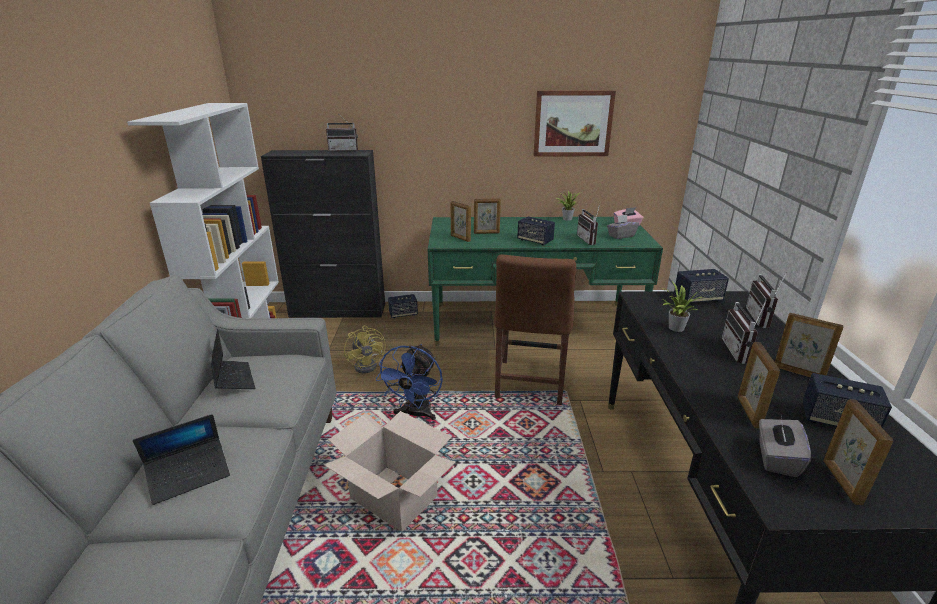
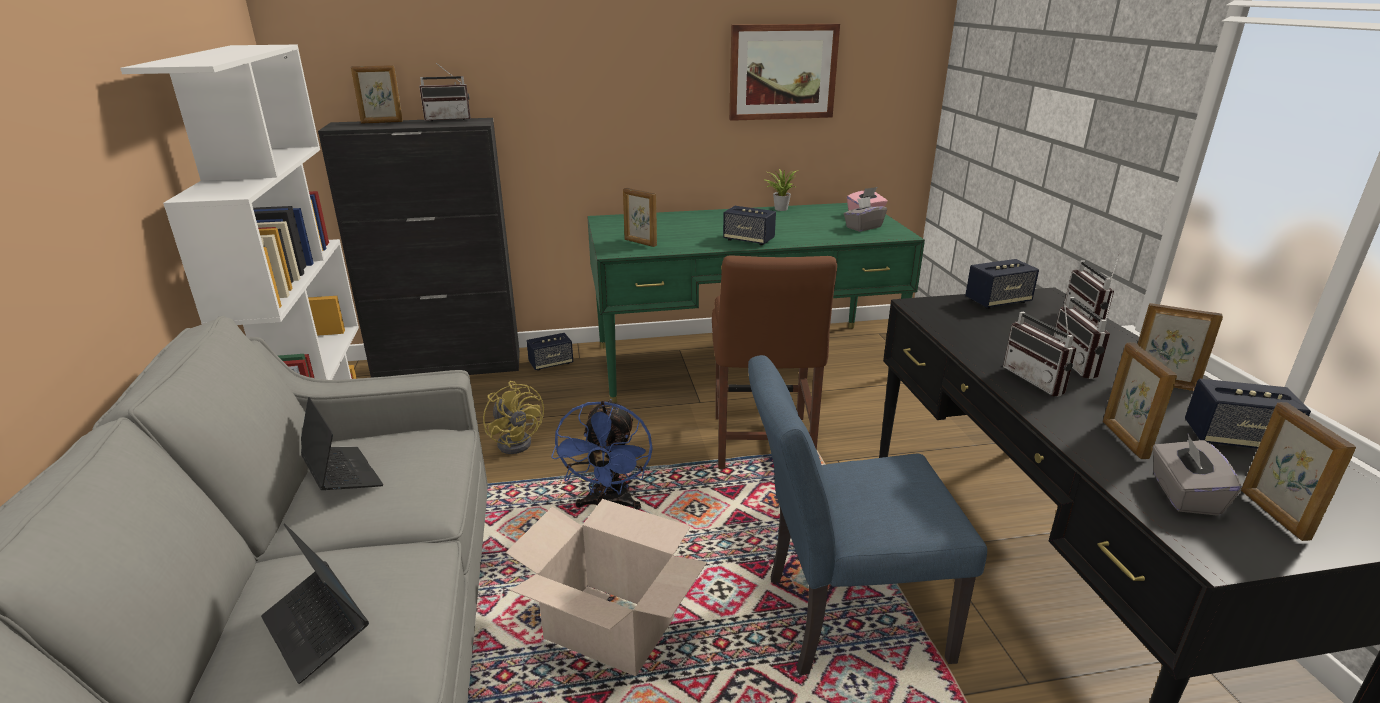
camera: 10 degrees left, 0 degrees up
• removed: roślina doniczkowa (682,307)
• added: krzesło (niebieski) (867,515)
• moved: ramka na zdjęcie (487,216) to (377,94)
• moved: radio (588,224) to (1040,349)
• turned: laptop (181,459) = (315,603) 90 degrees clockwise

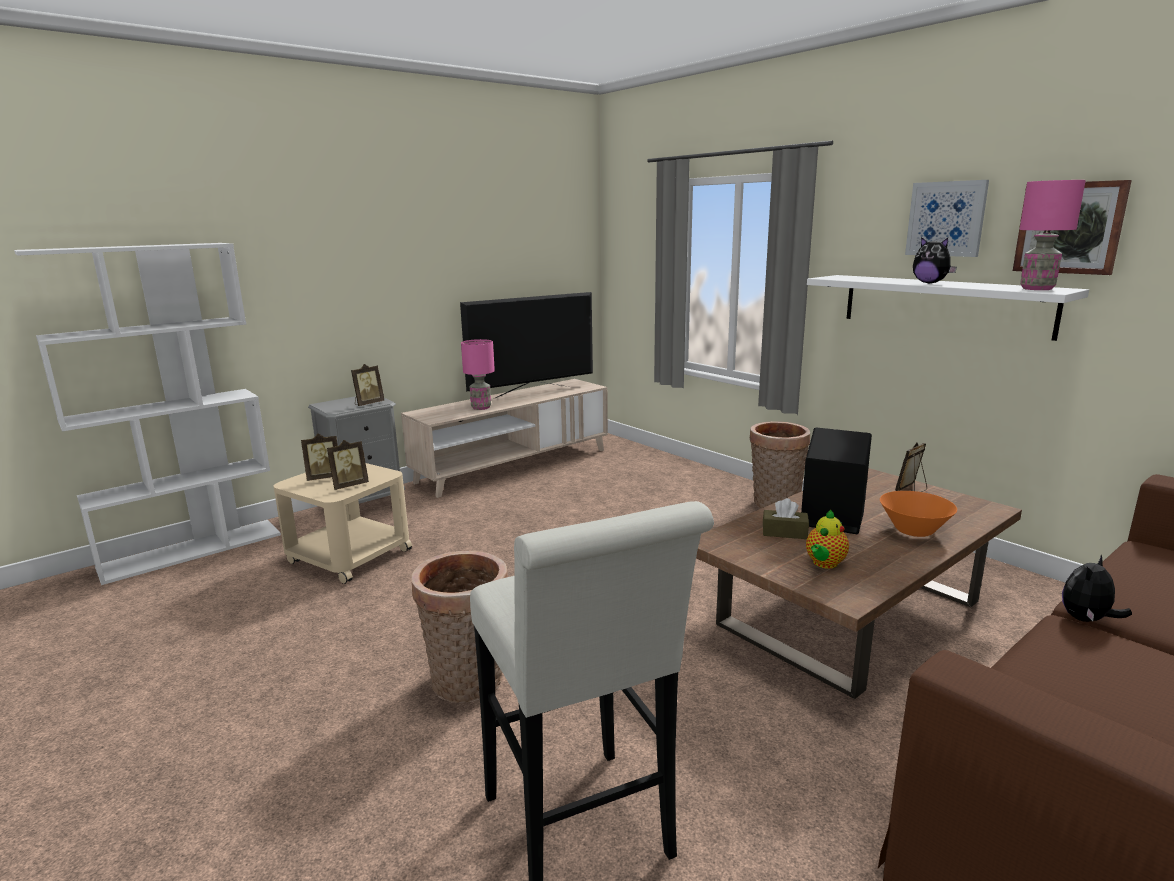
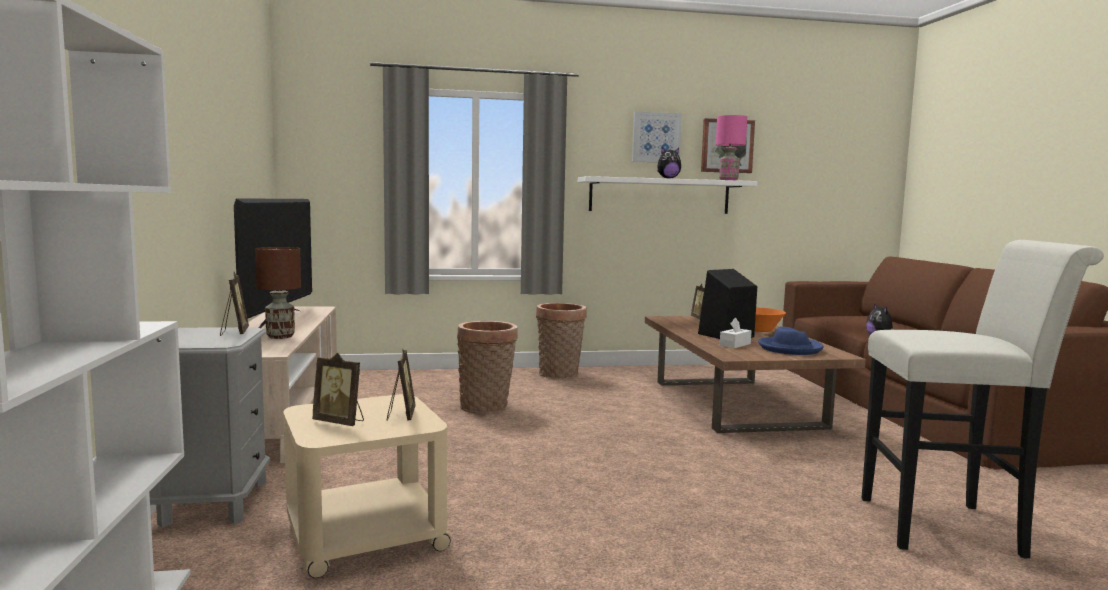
camera: 60 degrees left, 10 degrees down
• moved: koszyk (460,627) to (487,367)
• replaced: imbryk (827,539) to kapelusz (niebieski) (791,341)
• recoloured: lampa stołowa (różowy) (478,374) to lampa stołowa (brązowy) (278,293)
• recoloured: pudełko chusteczek (brązowy) (786,518) to pudełko chusteczek (biały) (735,333)
• turned: ramka na zdjęcie (319,457) = (338,389) 105 degrees clockwise

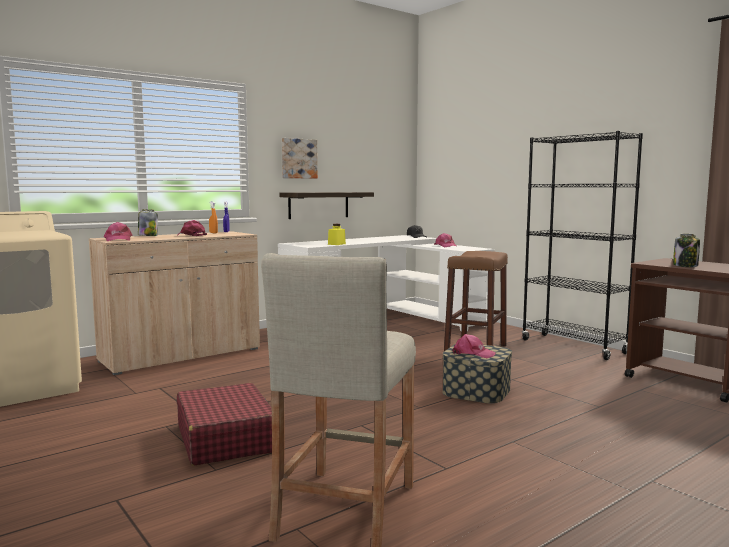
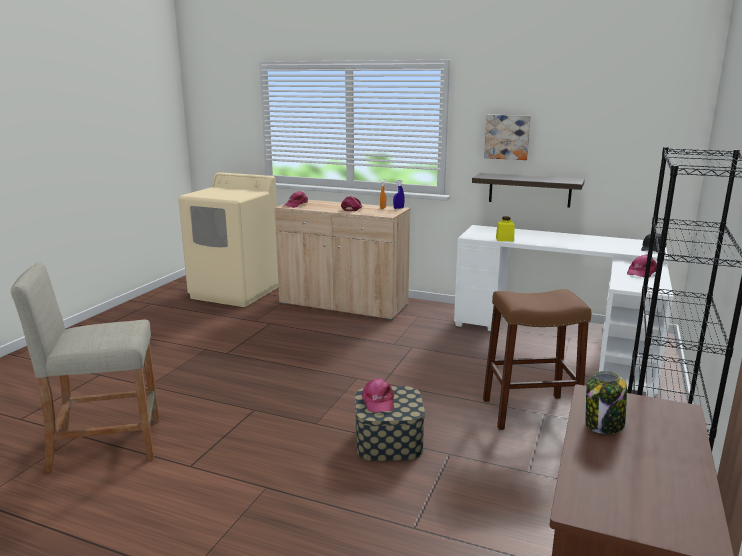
camera: 60 degrees right, 10 degrees up
• removed: słoik (148,222)
• removed: walizka (czerwony) (224,424)

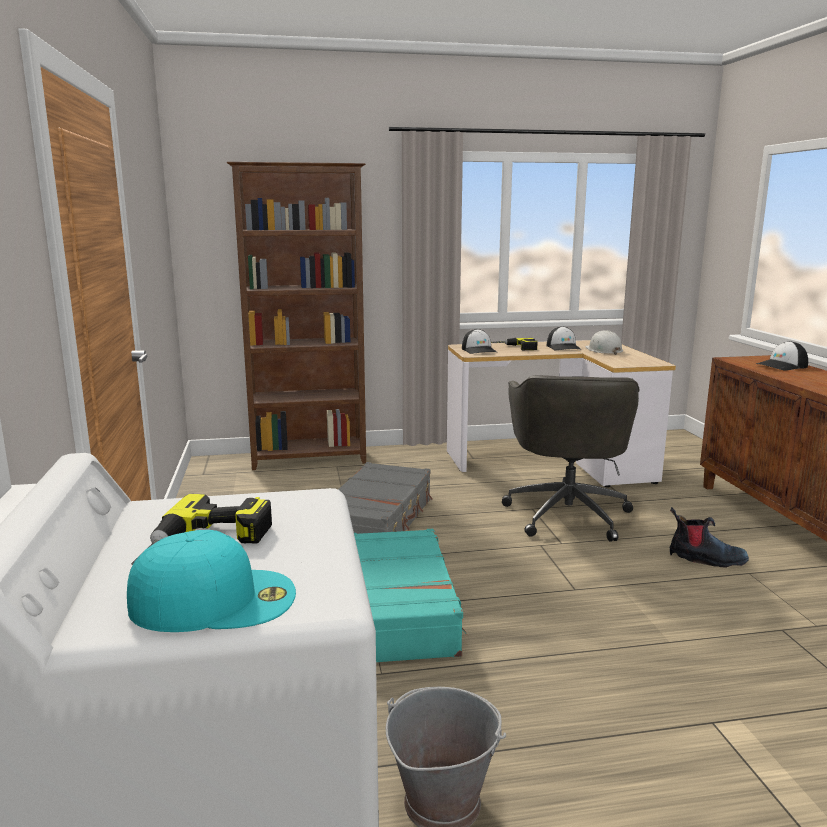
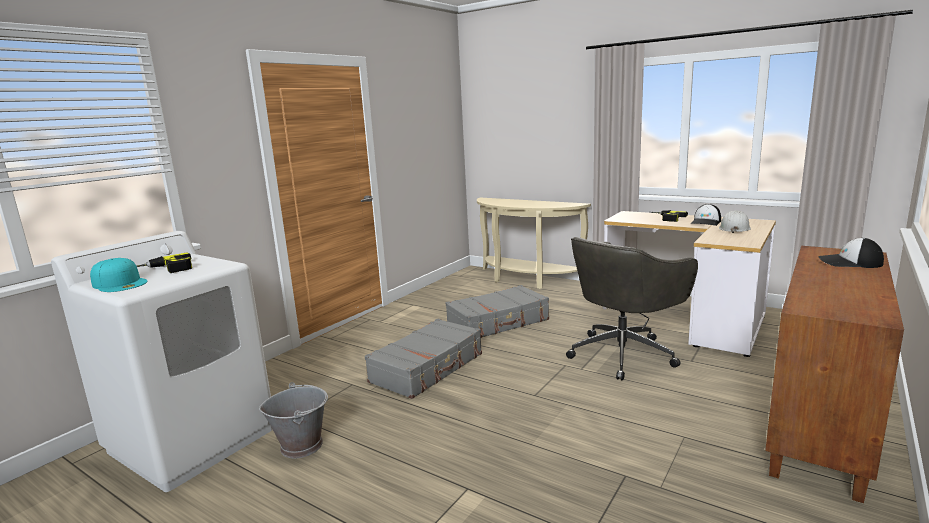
camera: 45 degrees right, 0 degrees up
• removed: czapka z daszkiem (479,341)
• removed: but z cholewką (709,537)
• replaced: regał (brązowy) (296,316) to stolik konsolowy (beżowy) (534,243)
• recoloured: walizka (turkusowy) (410,595) to walizka (szary) (423,359)

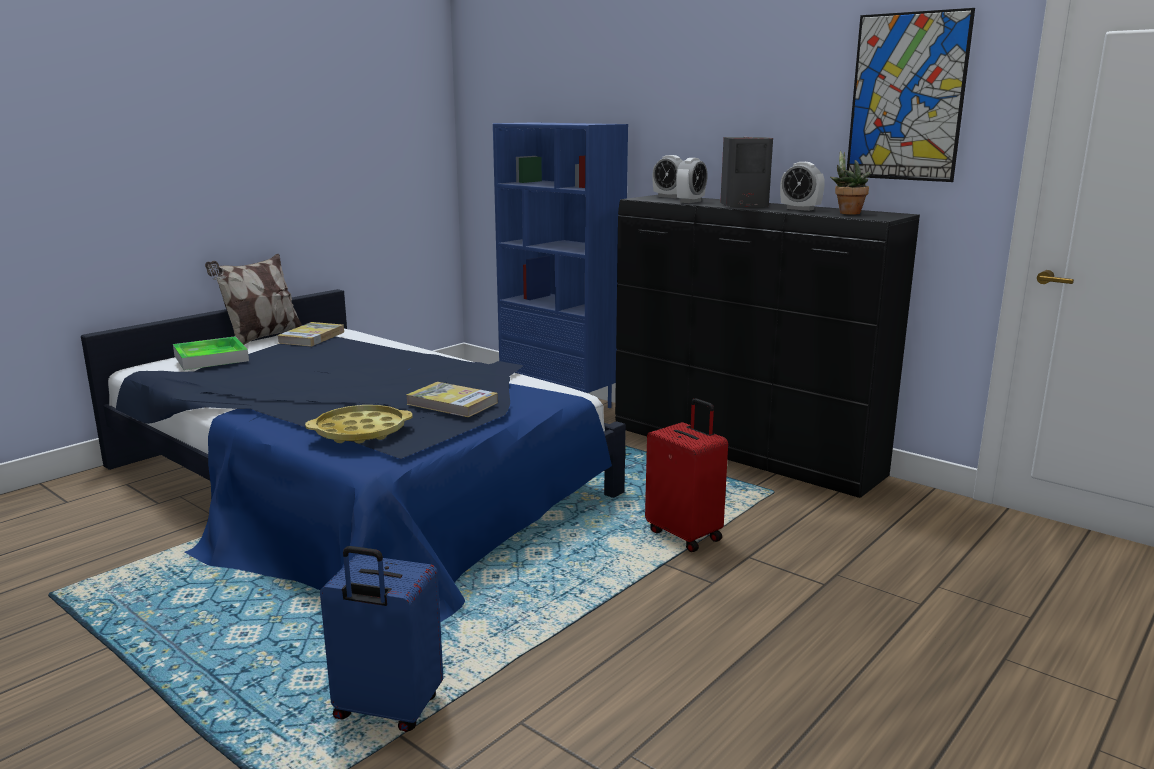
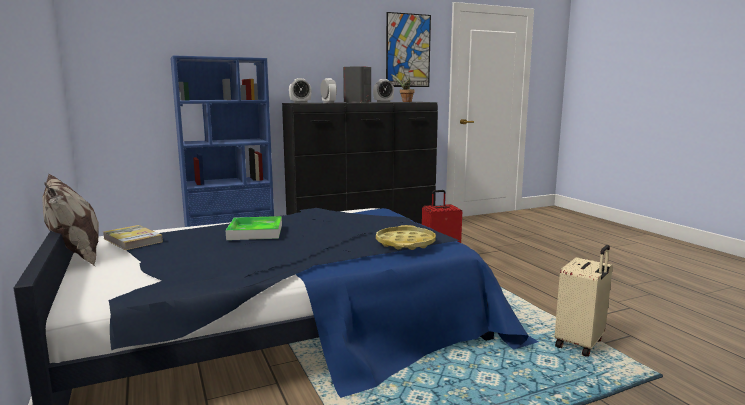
camera: 65 degrees left, 5 degrees down
• removed: książka (452,399)
• moved: taca (211,353) to (254,228)
• recoloured: walizka (niebieski) (381,639) to walizka (beżowy) (584,301)

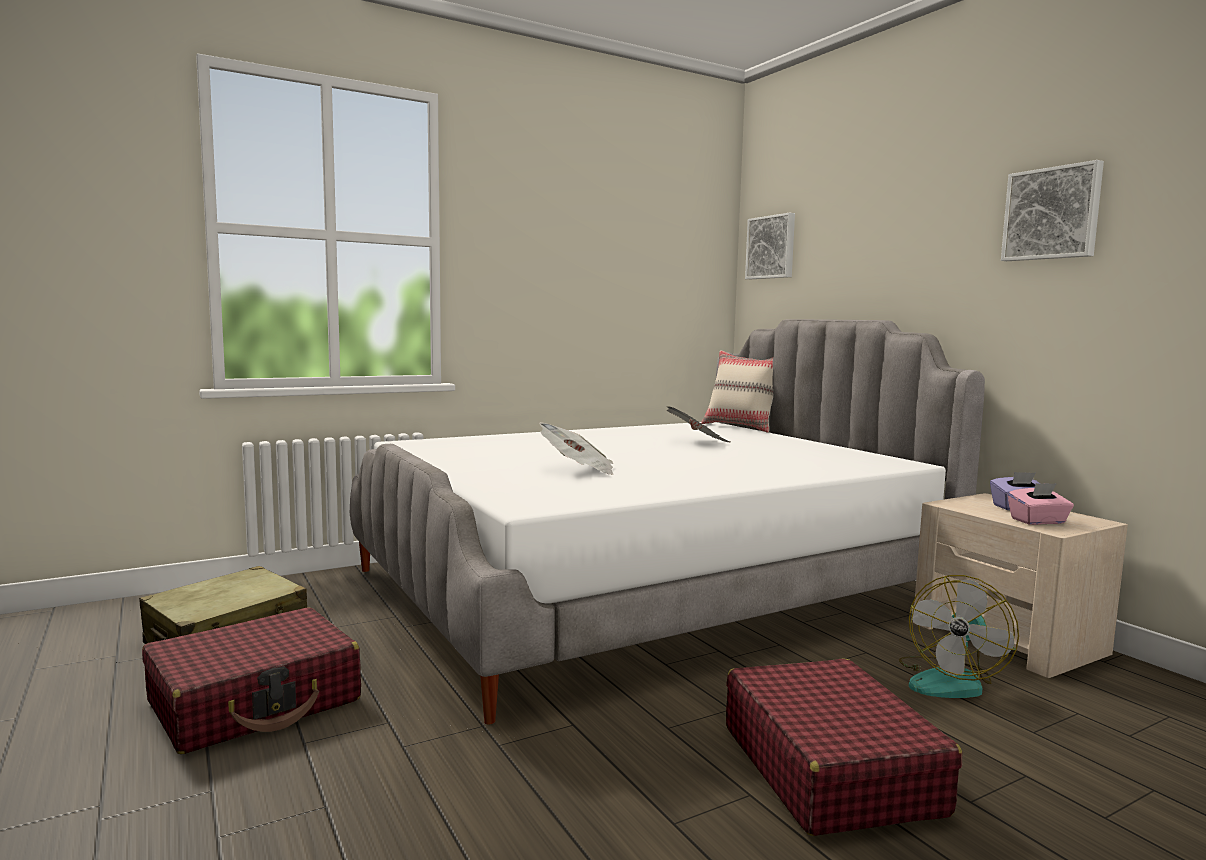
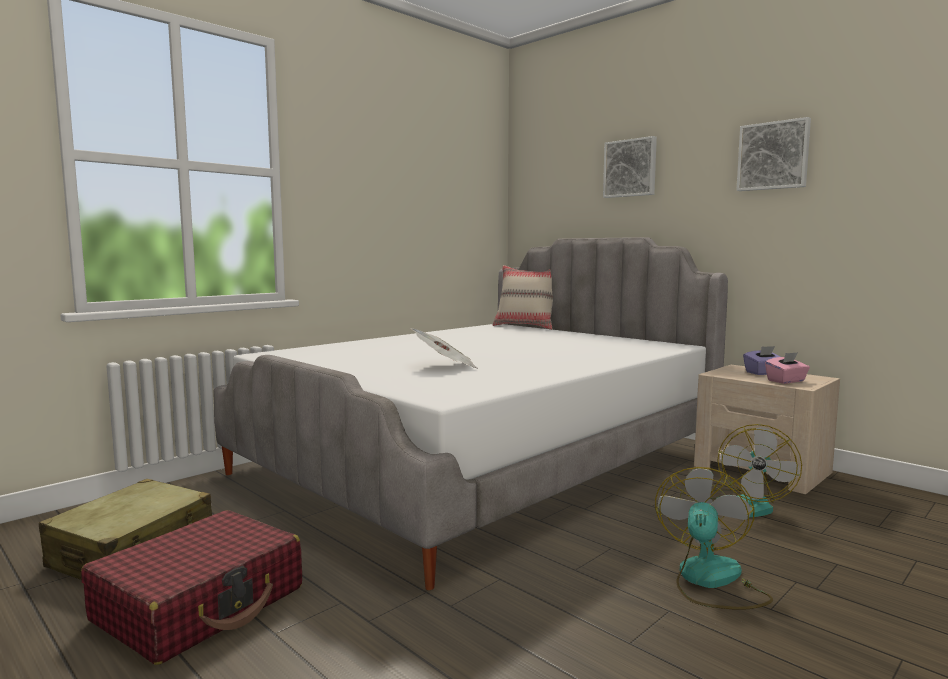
camera: 15 degrees left, 0 degrees up
• removed: gazeta (698,424)
• moved: obraz (770,246) to (630,167)
• replaced: walizka (czerwony) (844,747) to wentylator (714,538)

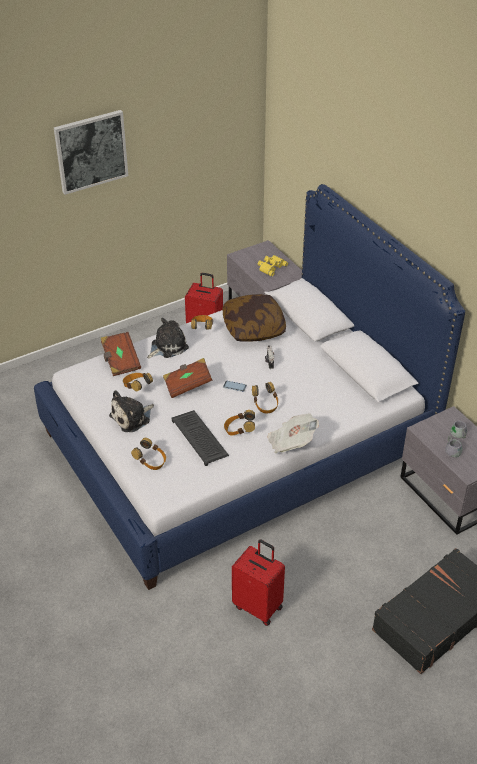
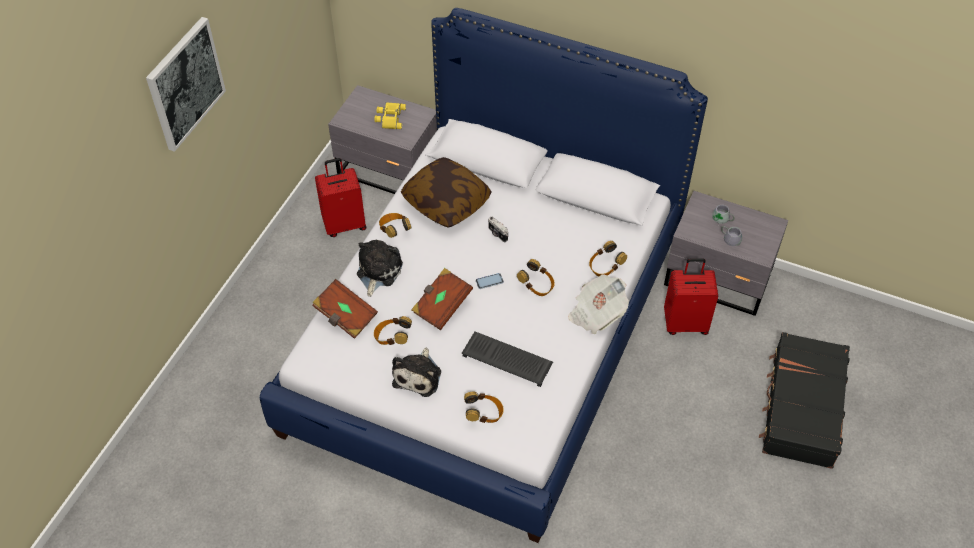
camera: 35 degrees left, 10 degrees up
• moved: słuchawki (239,422) to (608,258)
• moved: walizka (czerwony) (258,582) to (691,296)

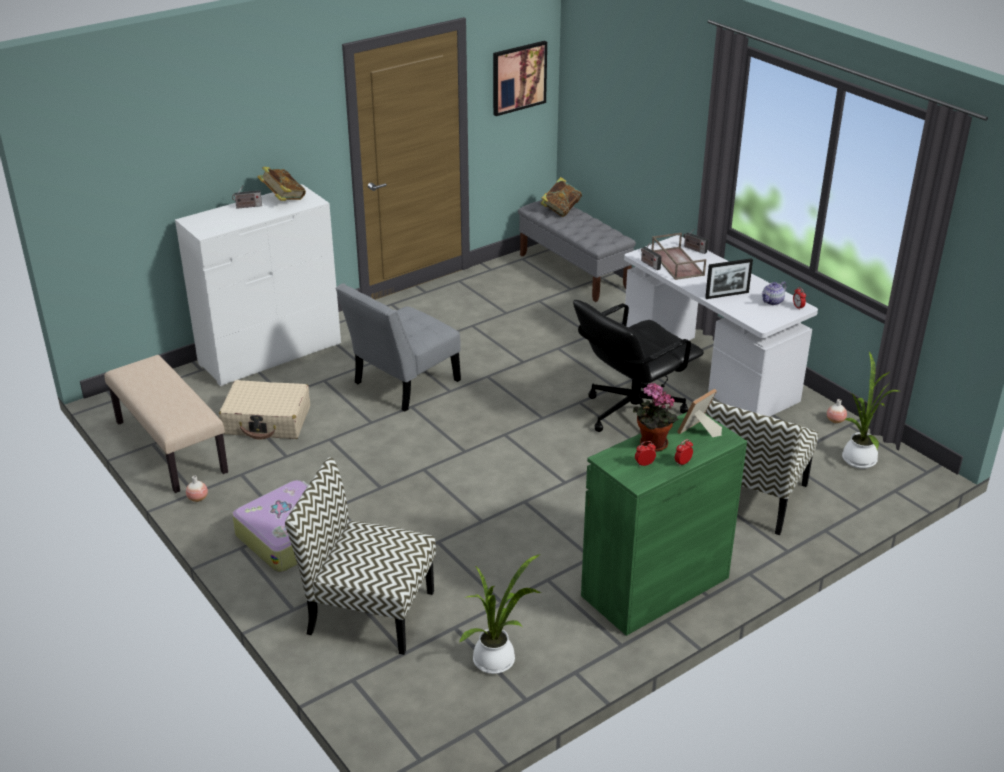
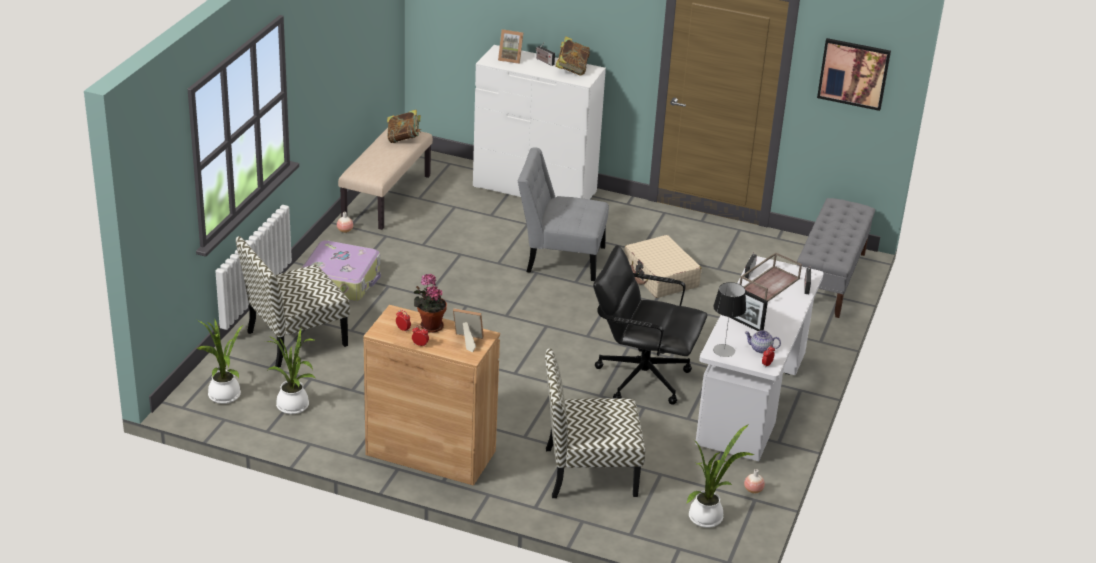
camera: 55 degrees right, 0 degrees up
• added: roślina doniczkowa (220,361)
• added: ramka na zdjęcie (510,46)
• added: lampa stołowa (729,319)
• moved: walizka (beżowy) (264,410) to (663,266)
• moved: książka (561,197) to (404,126)
• recoloured: szafka (zielony) (664,524) to szafka (brązowy) (432,395)
• turned: krzesło (360,556) = (293,301) 105 degrees counterclockwise

